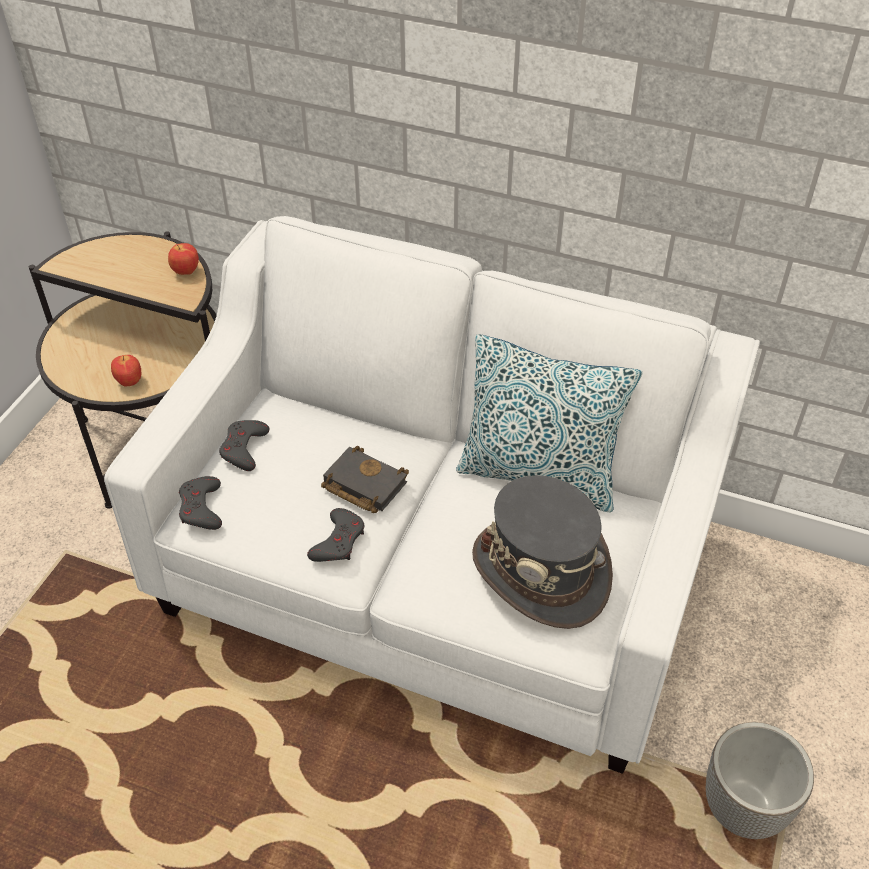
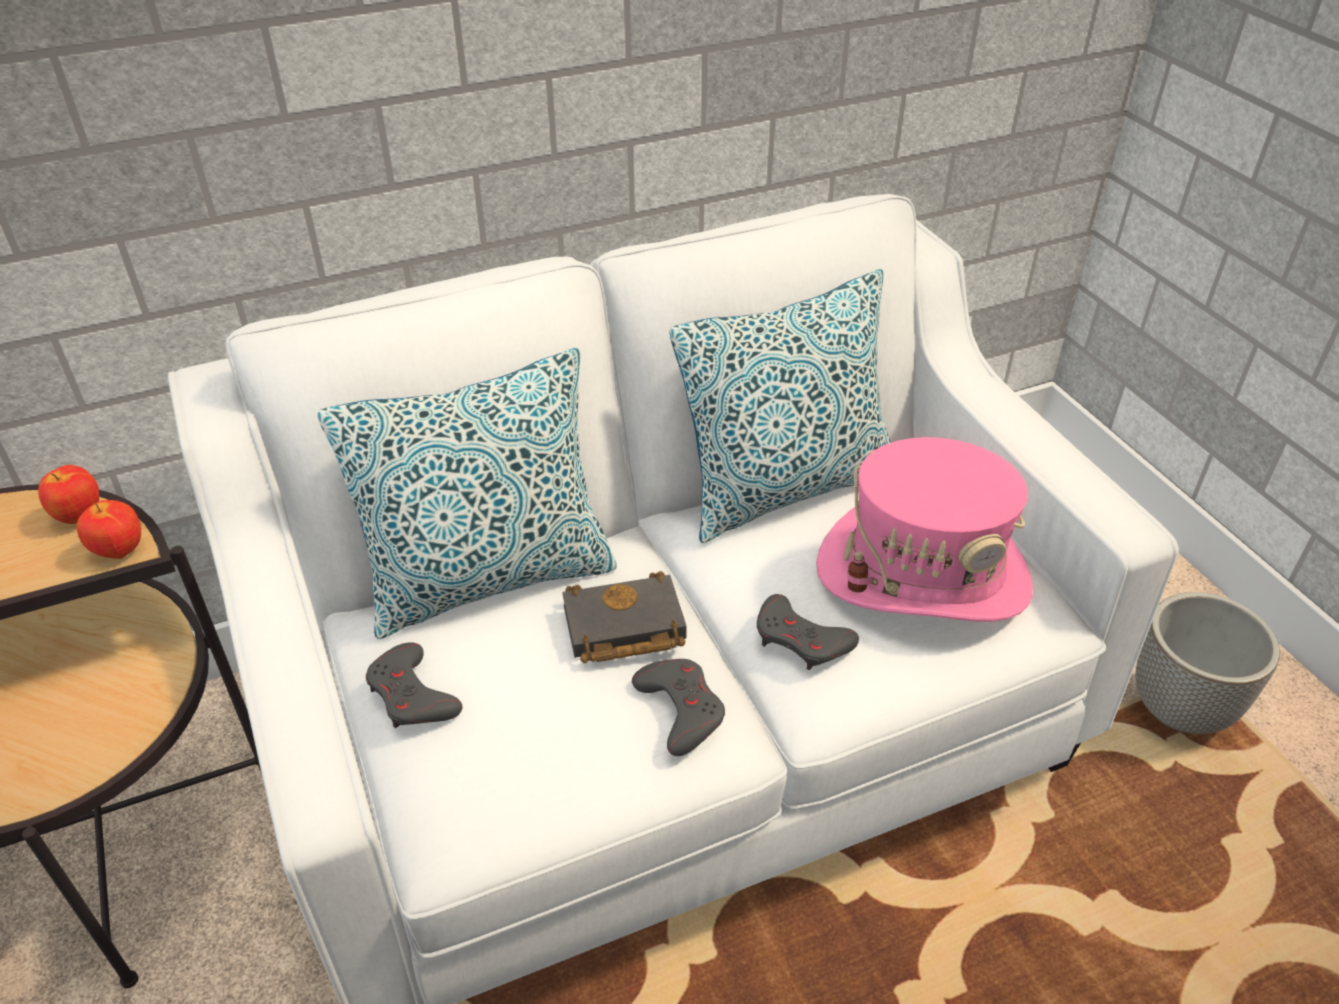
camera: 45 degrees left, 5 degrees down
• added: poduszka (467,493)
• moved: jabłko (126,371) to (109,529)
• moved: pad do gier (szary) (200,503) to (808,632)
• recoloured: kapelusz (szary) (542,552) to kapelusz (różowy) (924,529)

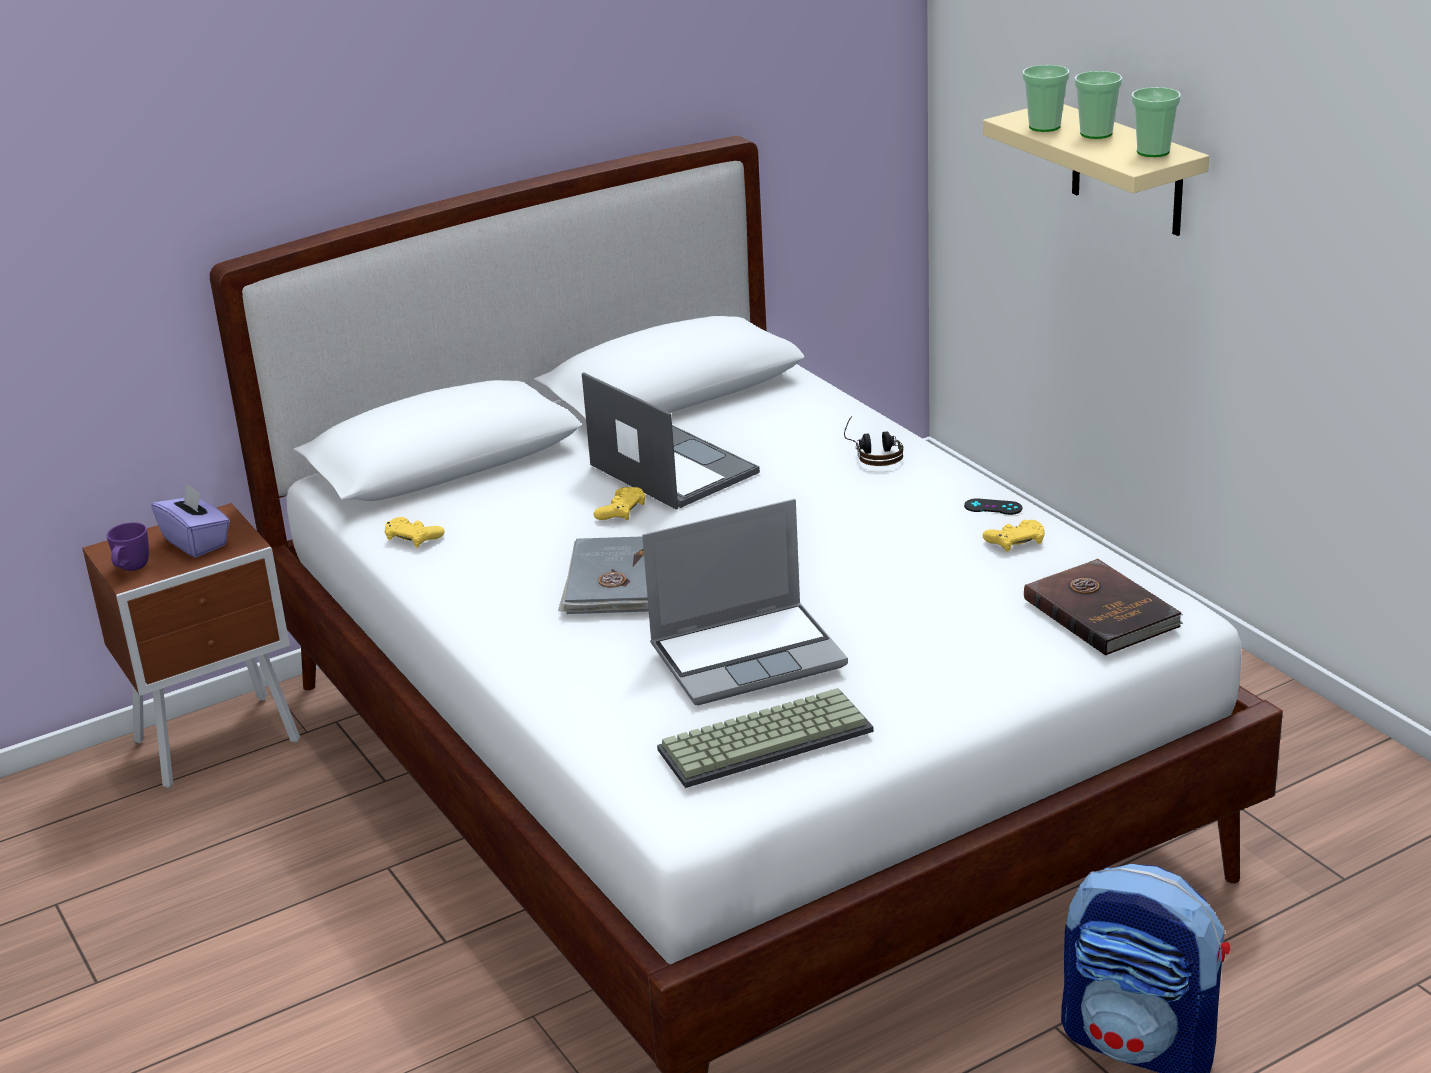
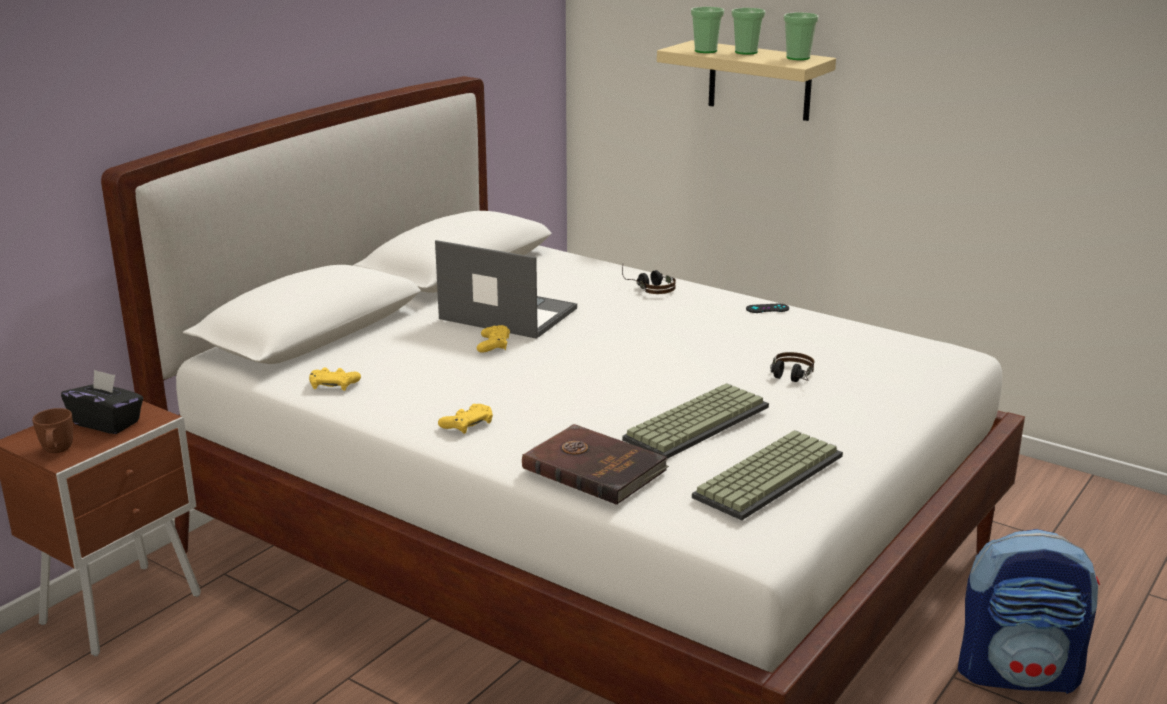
camera: 25 degrees left, 5 degrees down
• removed: książka (szary) (603,575)
• added: słuchawki (792,367)
• moved: pad do gier (żółty) (1014,536) to (465,419)
• moved: książka (brązowy) (1103,607) to (595,464)
• replaced: laptop (745,602) to klawiatura (695,420)
• recoloured: kubek (fioletowy) (127,546) to kubek (brązowy) (52,430)
• recoloured: pudełko chusteczek (fioletowy) (191,520) to pudełko chusteczek (czarny) (102,401)

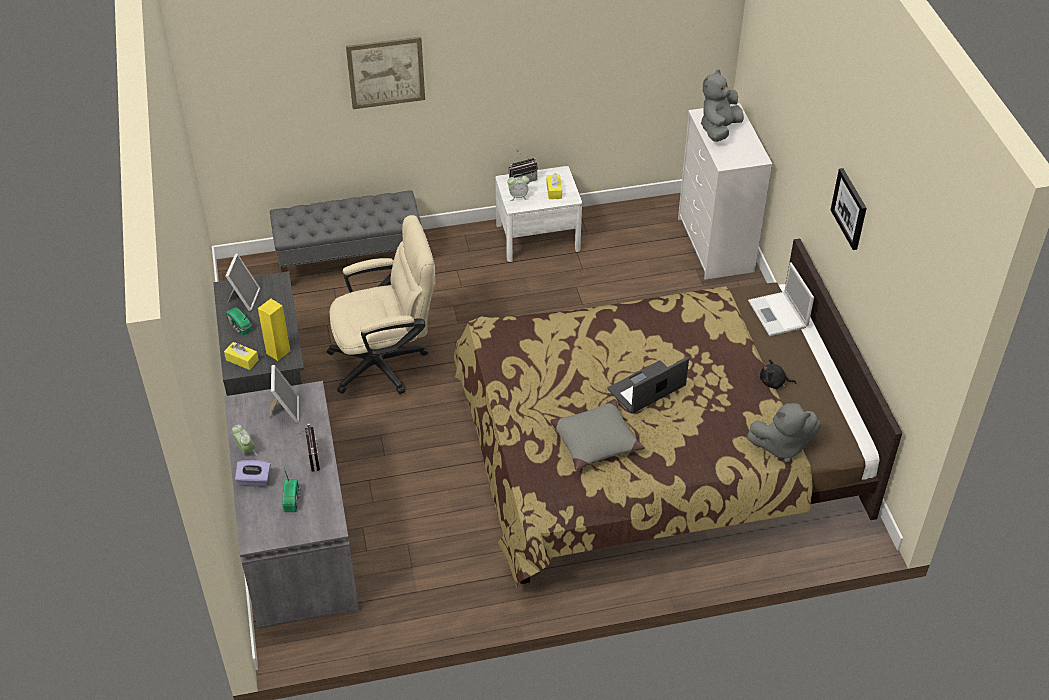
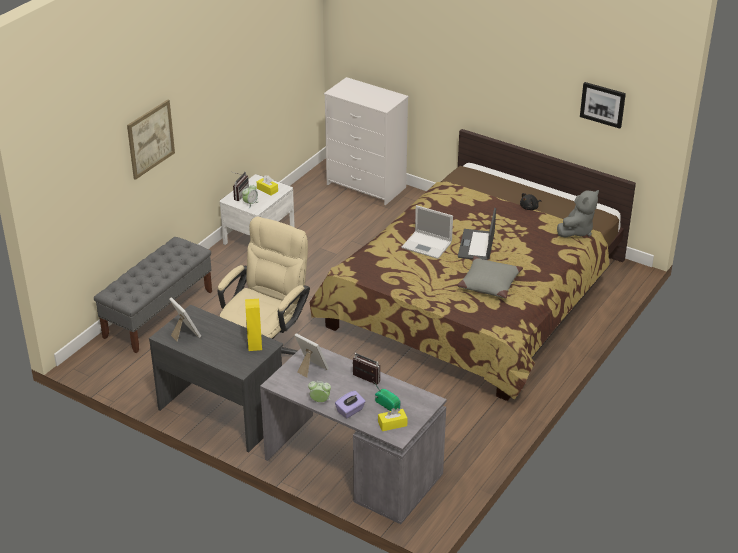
camera: 45 degrees left, 10 degrees down
• removed: radio (239,321)
• removed: pluszak (szary) (722,105)
• moved: pudełko chusteczek (żółty) (241,356) to (392,419)
• moved: laptop (781,299) to (427,232)
• moved: obraz (849,209) to (603,105)

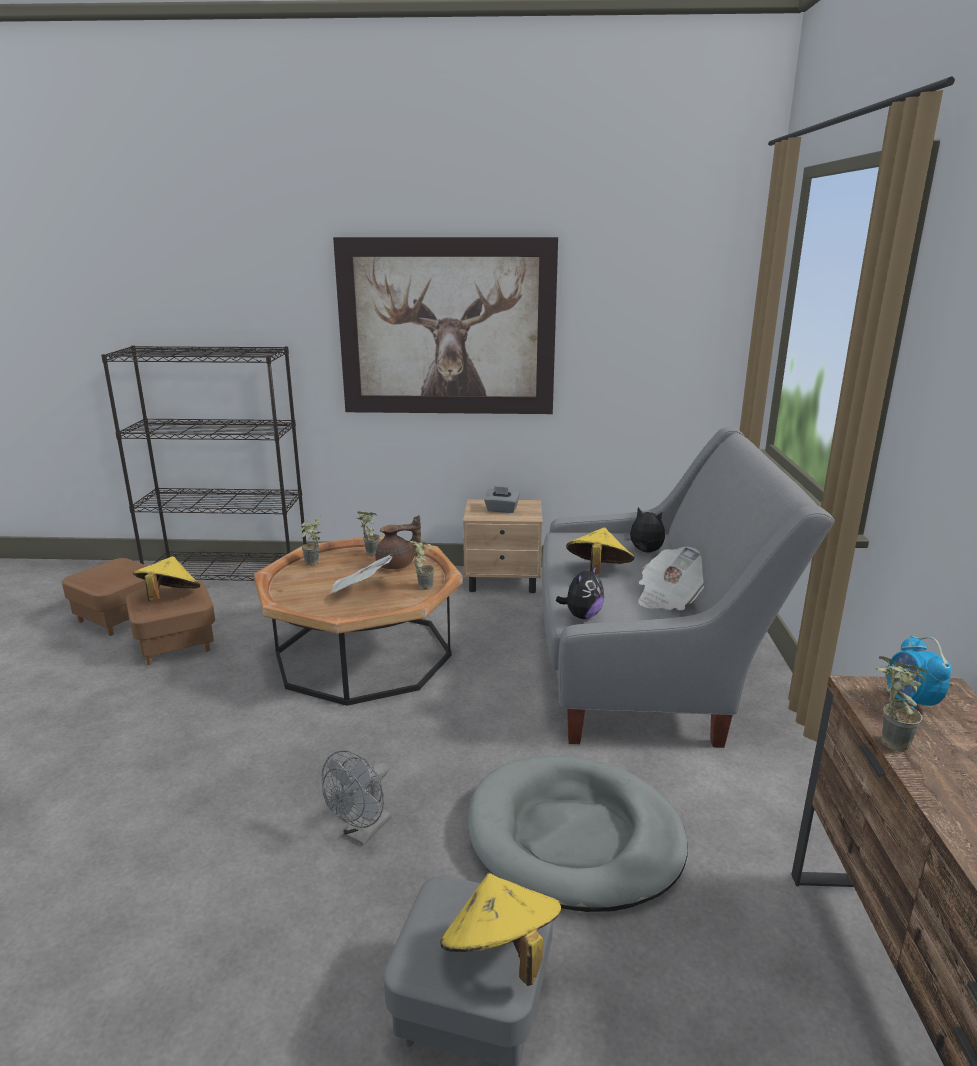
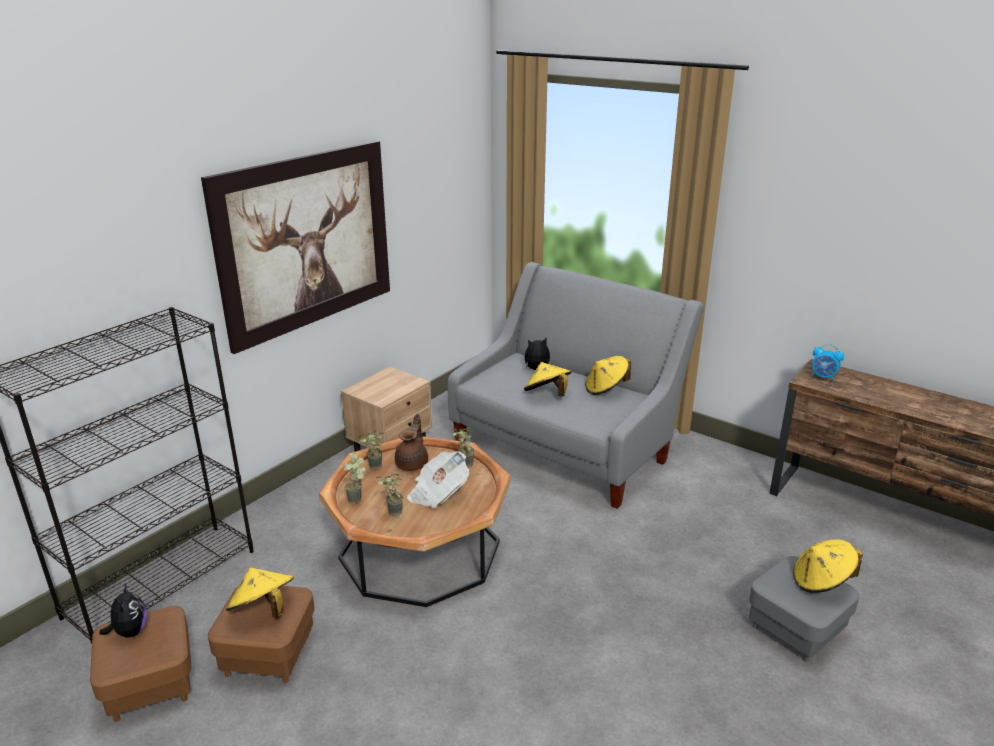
camera: 55 degrees left, 5 degrees up
• removed: wentylator (szary) (356,798)
• removed: legowisko (szary) (578,834)
• removed: pudełko chusteczek (szary) (502,499)
• moved: pluszak (580,591) to (123,610)
• moved: roślina doniczkowa (901,704) to (390,495)
• replaced: gazeta (671,579) to kapelusz (żółty) (608,375)

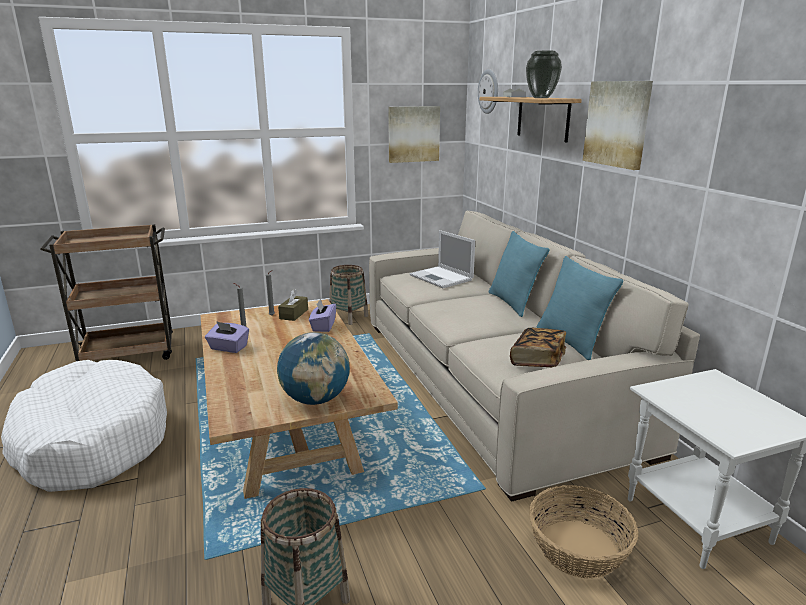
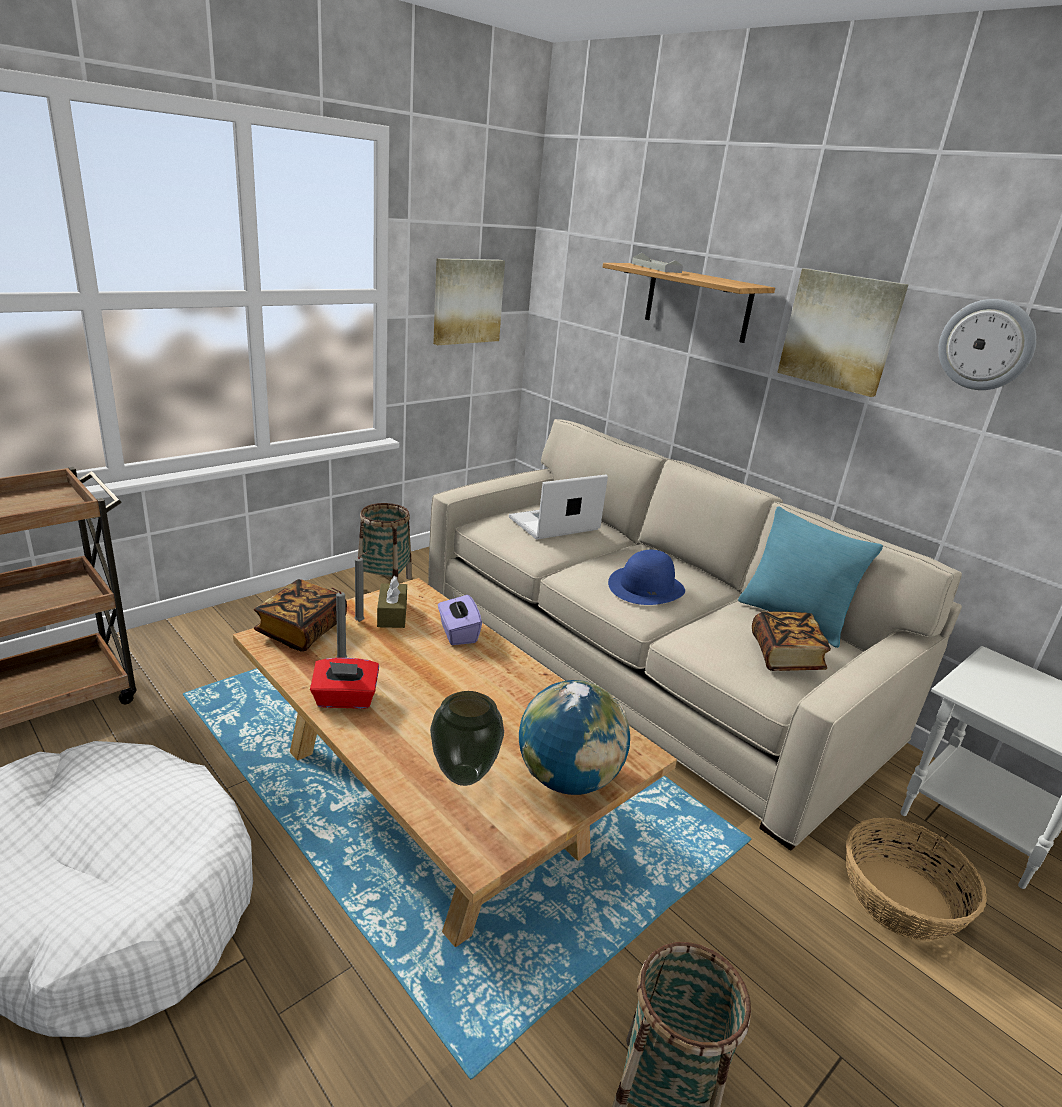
camera: 25 degrees left, 5 degrees up
• removed: poduszka (turkusowy) (518,274)
• added: książka (300,615)
• added: kapelusz (niebieski) (646,577)
• moved: zegar ścienny (488,91) to (987,344)
• moved: wazon (544,74) to (467,738)
• recoloured: pudełko chusteczek (fioletowy) (227,337) to pudełko chusteczek (czerwony) (344,683)
• turned: laptop (442,259) = (558,507) 120 degrees clockwise

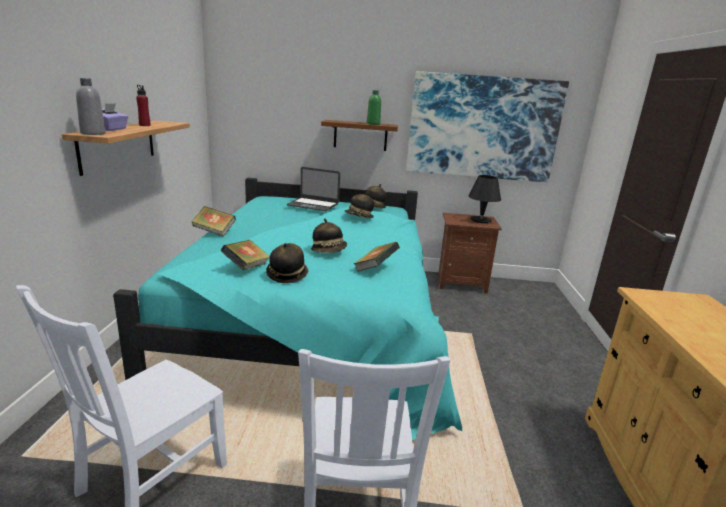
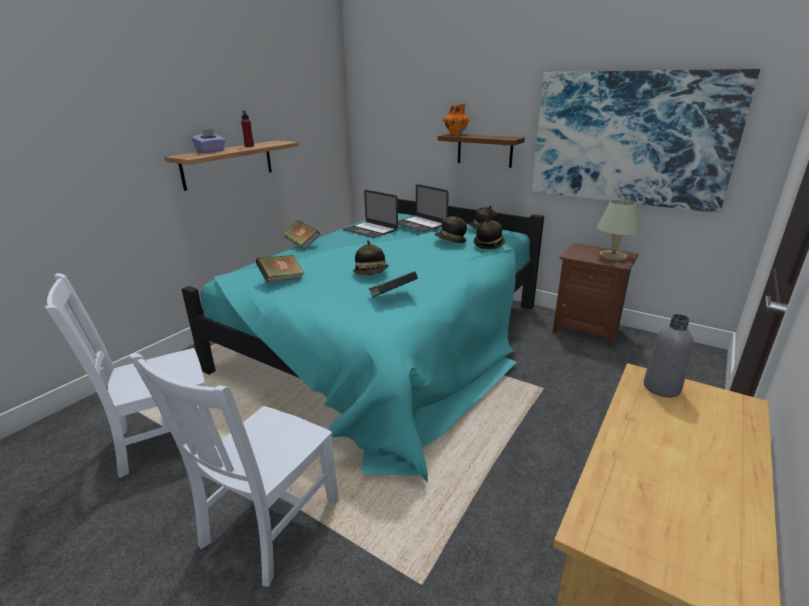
camera: 30 degrees right, 5 degrees up
• removed: butelka (zielony) (374,107)
• added: laptop (370,214)
• added: wazon (pomarańczowy) (456,118)
• moved: butelka (szary) (91,106) to (668,355)
• moved: kapelusz (287,263) to (489,234)
• recoloured: lampa stołowa (czarny) (484,199) to lampa stołowa (beżowy) (618,230)

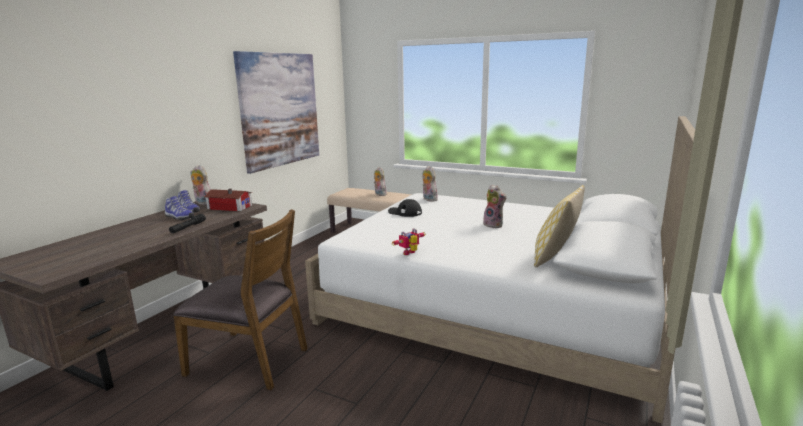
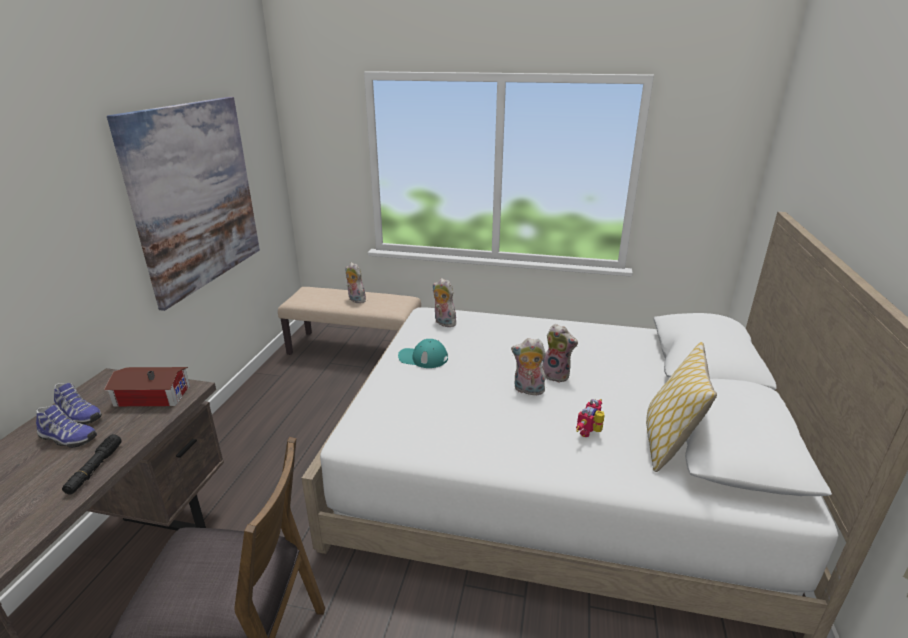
camera: 15 degrees left, 10 degrees up
• moved: pluszak (201,185) to (528,366)
• moved: robot zabawkowy (408,242) to (590,418)
• recoloured: czapka z daszkiem (czarny) (405,208) to czapka z daszkiem (turkusowy) (423,353)

